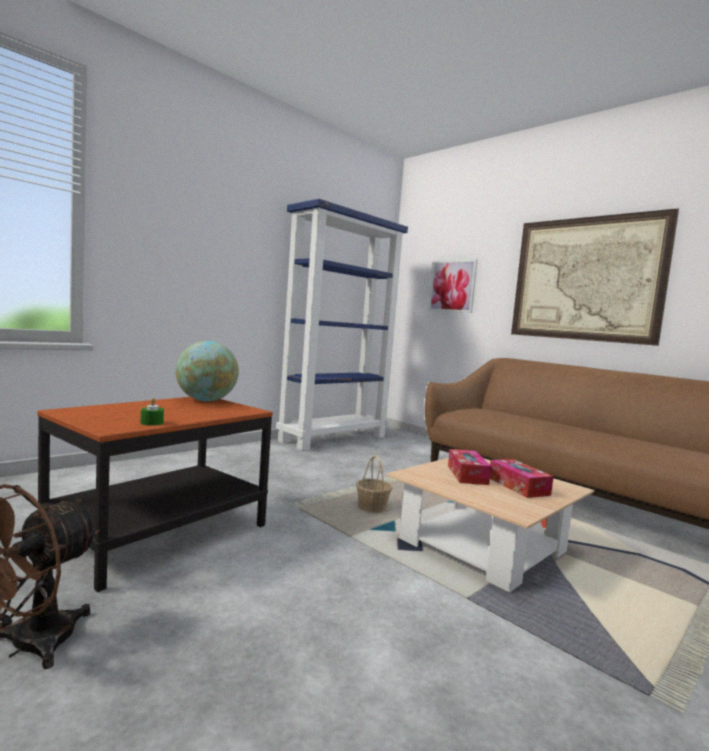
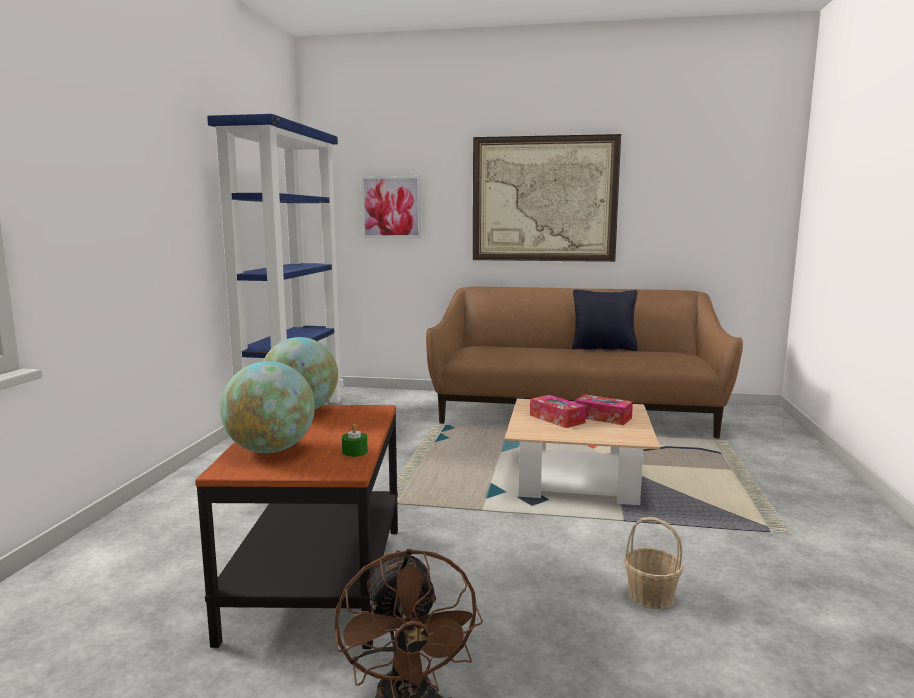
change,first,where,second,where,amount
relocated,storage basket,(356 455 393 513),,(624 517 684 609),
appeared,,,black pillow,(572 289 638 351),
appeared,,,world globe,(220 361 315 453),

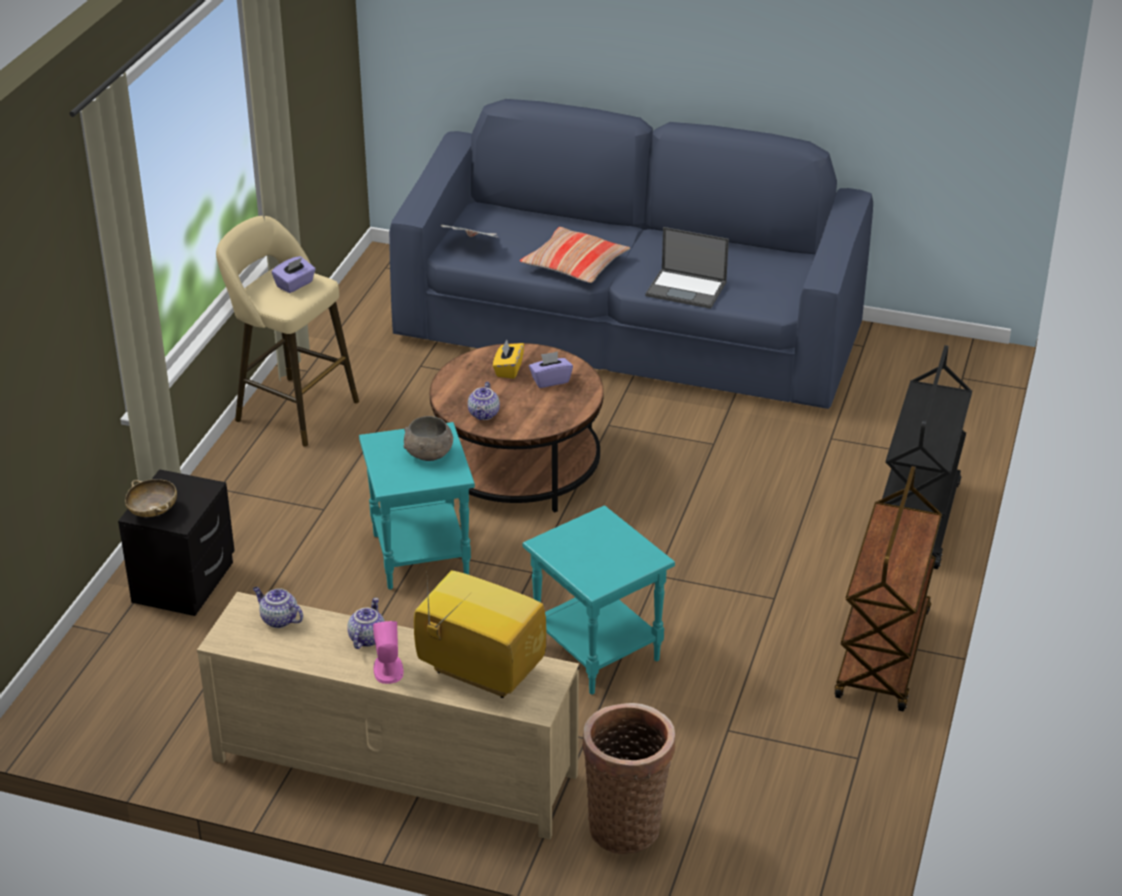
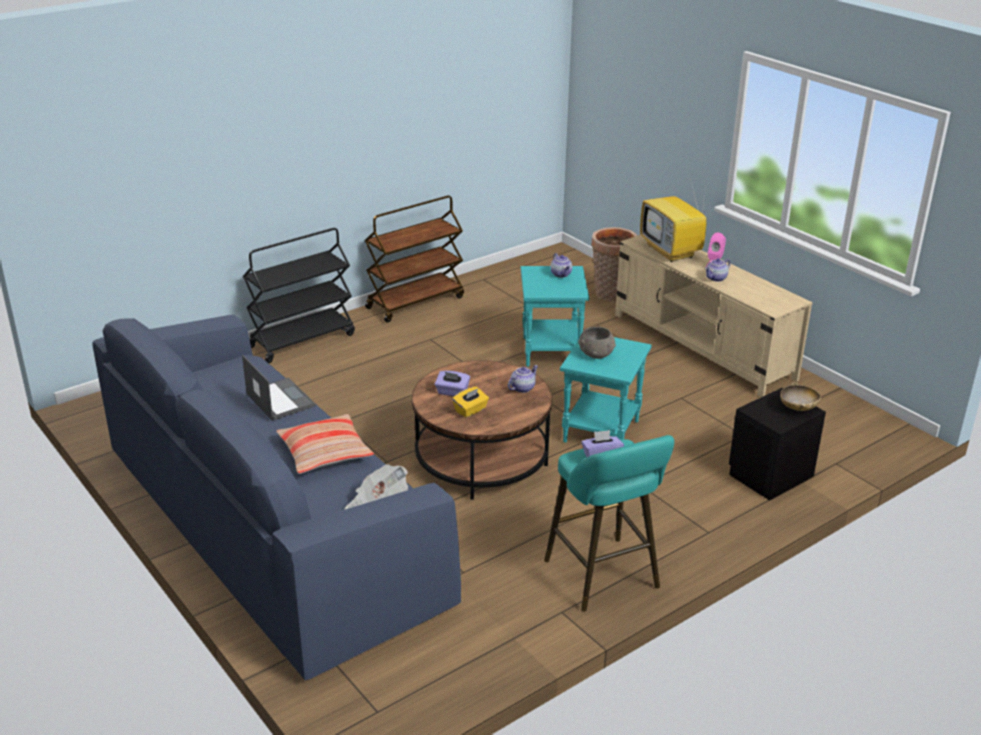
change,first,where,second,where,amount
colour,sand-coloured sitting stool,(216 216 359 447),turquoise sitting stool,(544 435 674 612),
relocated,teapot,(253 587 303 628),,(550 253 572 278),

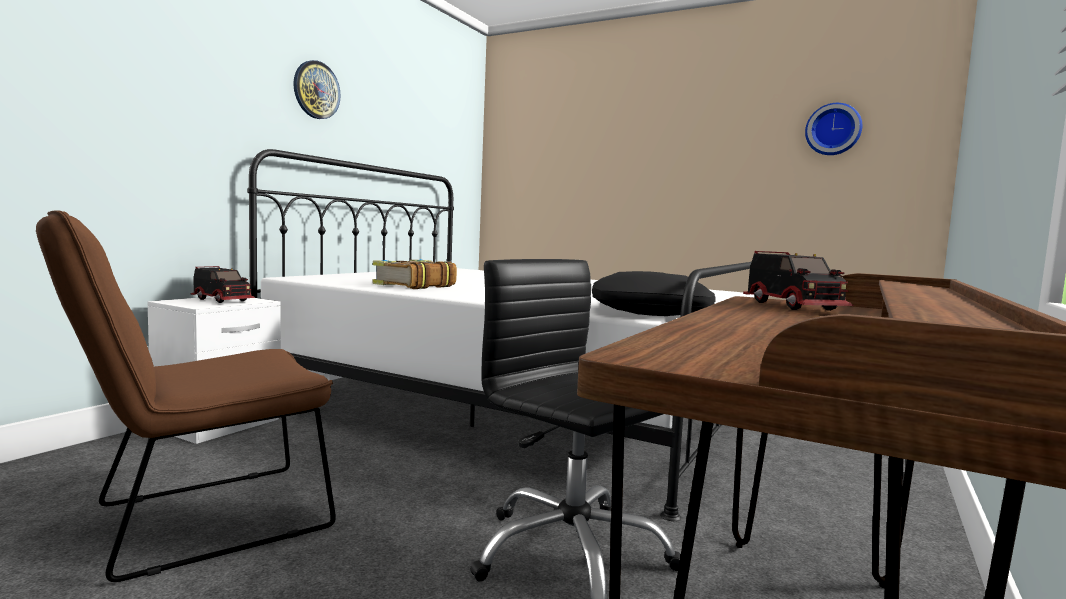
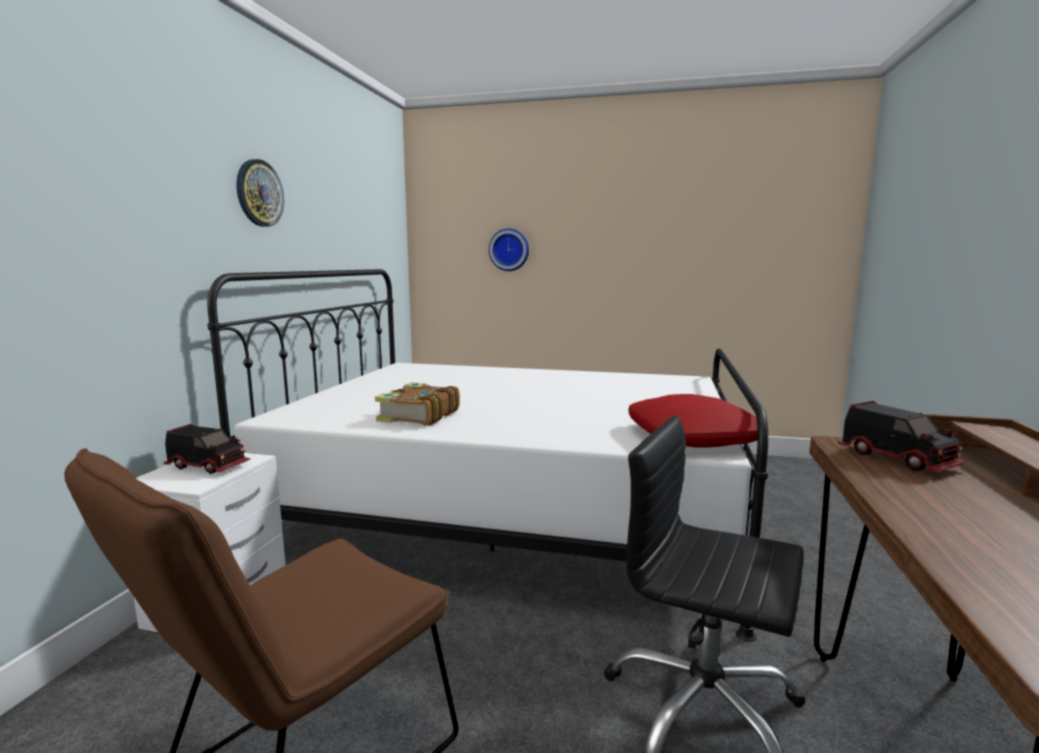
change,first,where,second,where,amount
relocated,clock on the wall,(805 103 862 155),,(489 228 529 271),
colour,black pillow,(592 271 716 316),red-coloured pillow,(628 394 758 448),

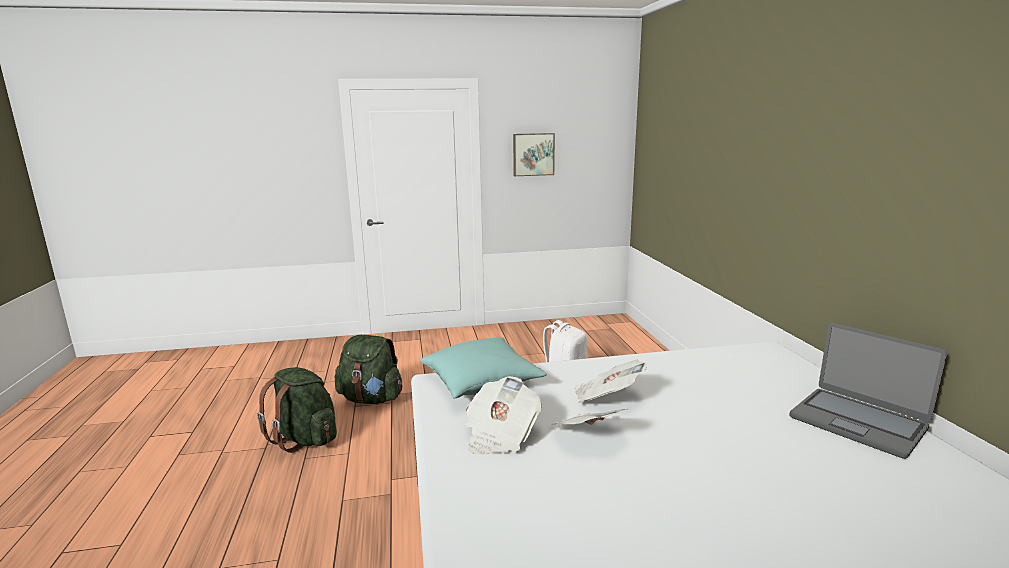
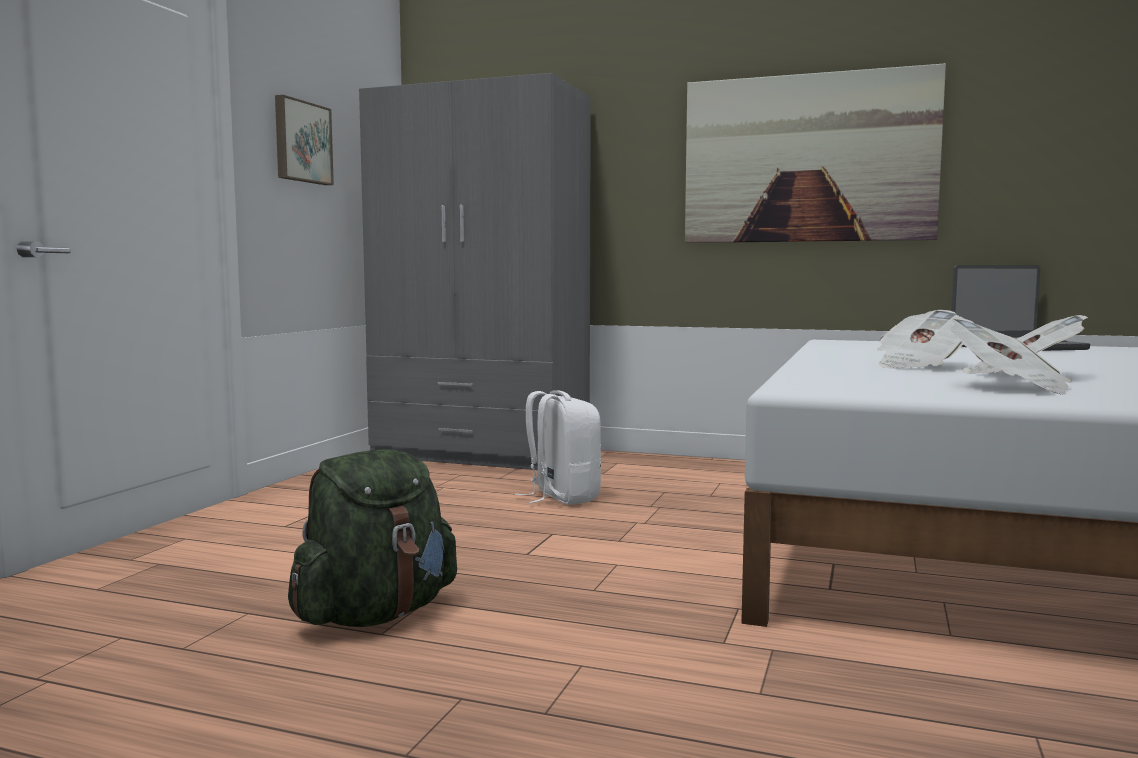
change,first,where,second,where,amount
missing,turquoise pillow,(419 337 547 399),,,
missing,green-coloured rucksack,(257 367 337 453),,,
appeared,,,wall art,(685 63 946 243),
appeared,,,grey wardrobe,(359 73 591 470),

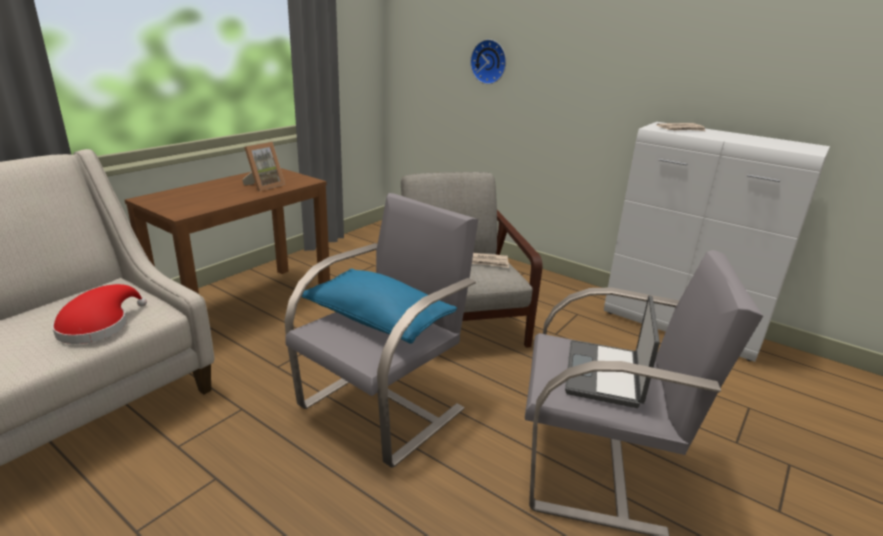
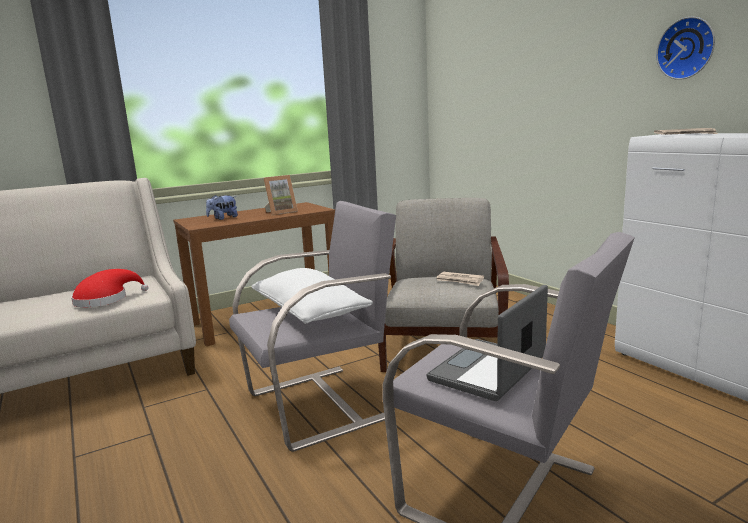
change,first,where,second,where,amount
relocated,clock on the wall,(470 39 506 84),,(656 17 715 80),
colour,blue-coloured pillow,(301 269 457 344),white-coloured pillow,(252 268 373 324),
appeared,,,cuddly toy,(206 195 238 220),

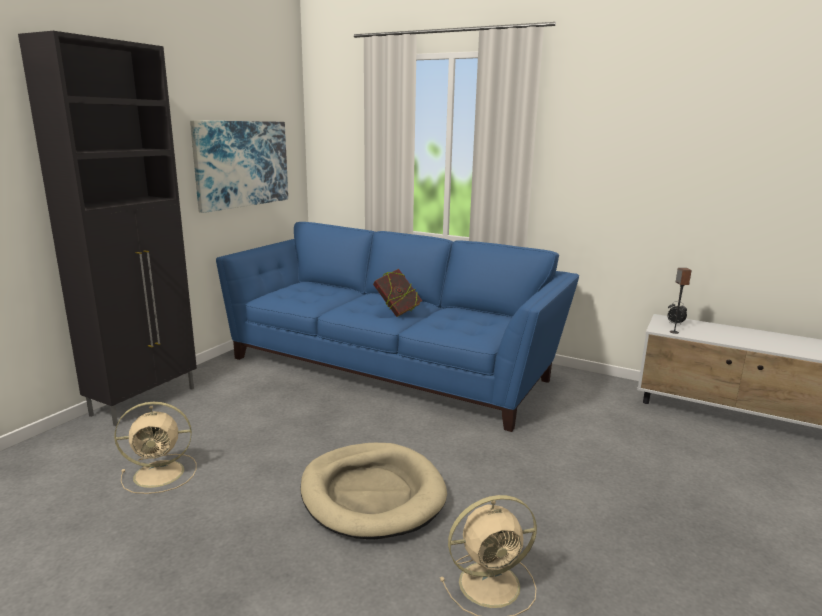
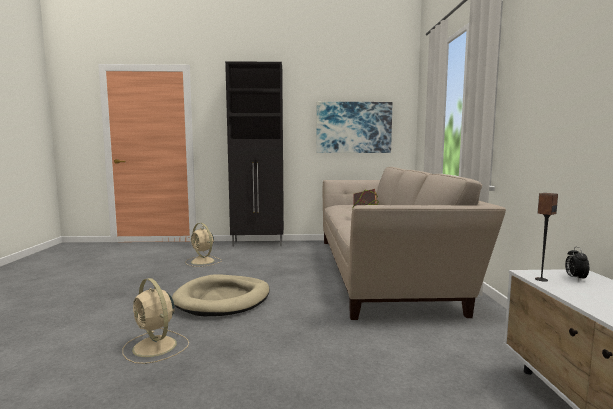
change,first,where,second,where,amount
colour,blue-coloured sofa,(216 222 579 432),sand-coloured sofa,(323 167 506 320),

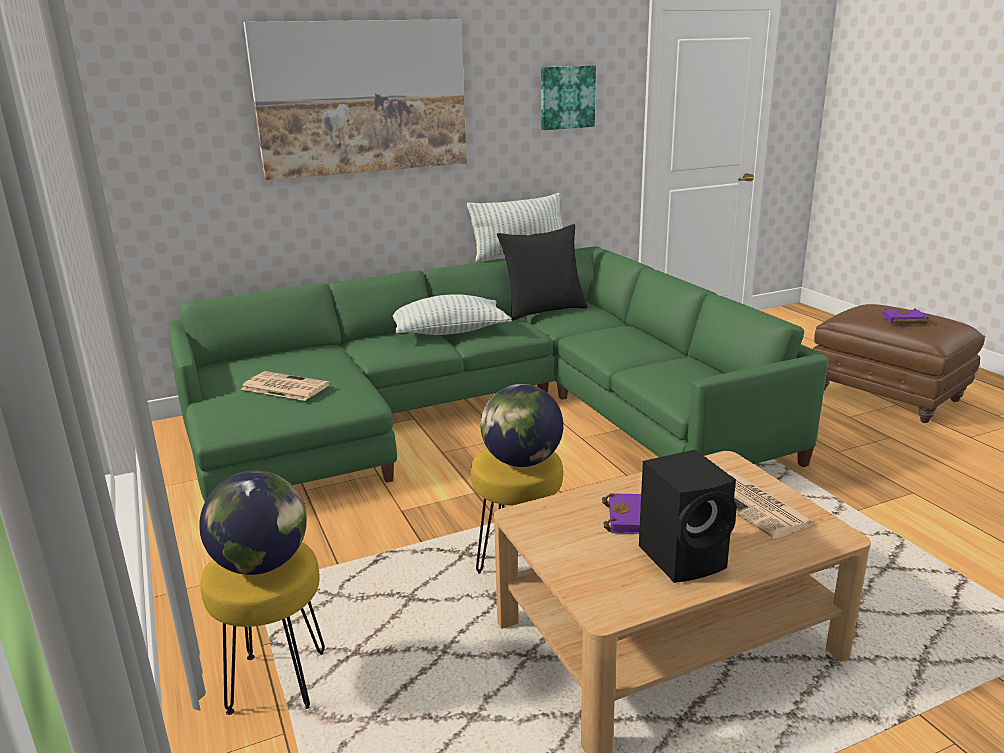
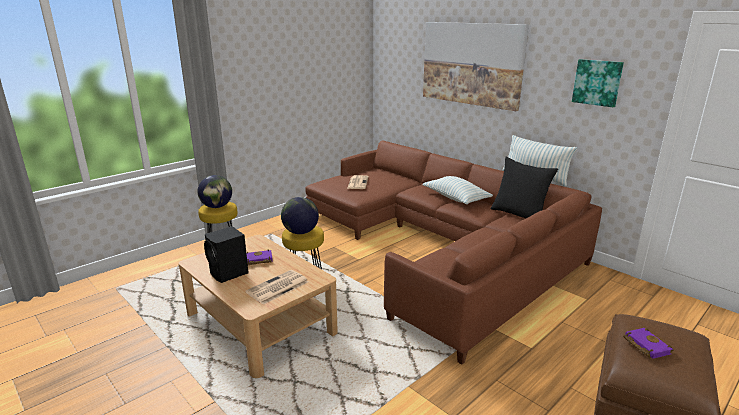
change,first,where,second,where,amount
colour,green-coloured sofa,(168 246 829 501),brownish sofa,(305 141 602 365),

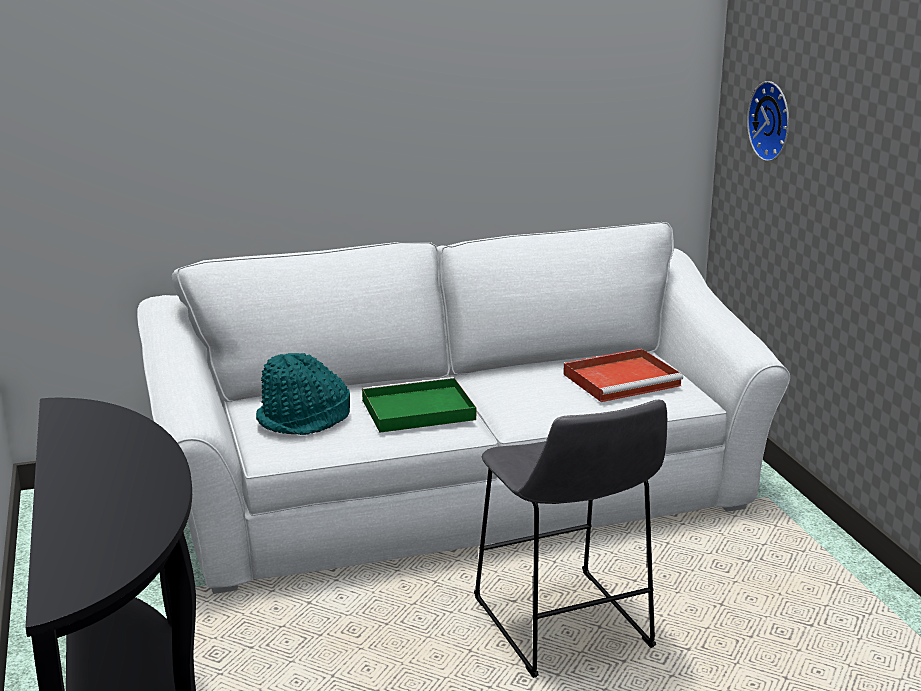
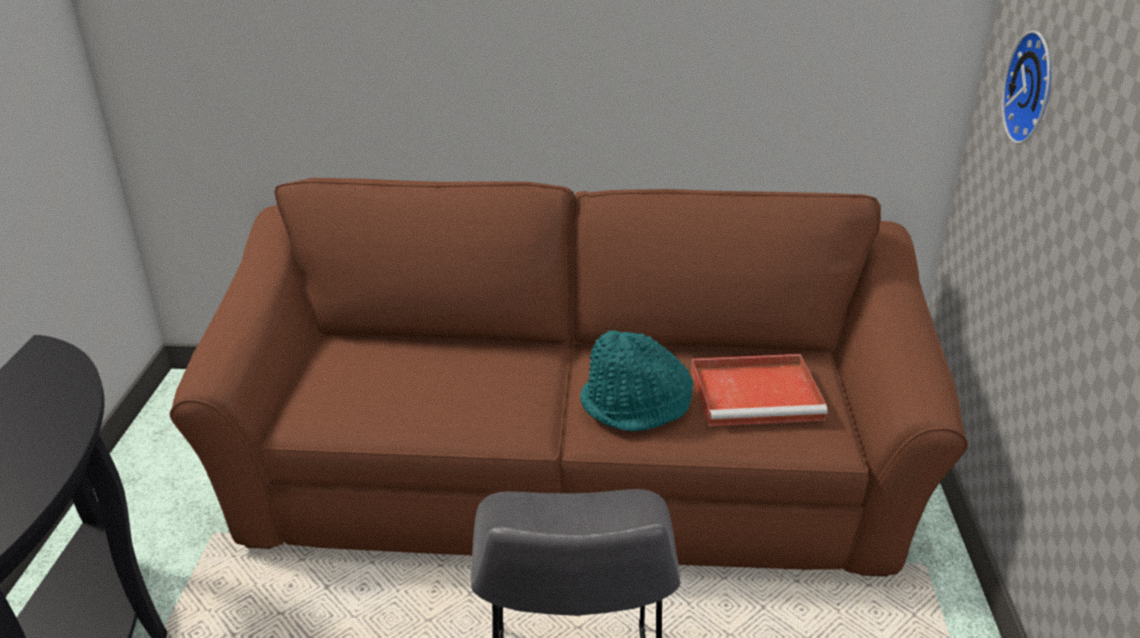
change,first,where,second,where,amount
colour,white-coloured sofa,(137 222 790 594),brownish sofa,(170 178 968 577),
relocated,turquoise wearable hat,(256 353 350 435),,(580 331 693 431),
missing,green-coloured tray,(362 377 476 433),,,

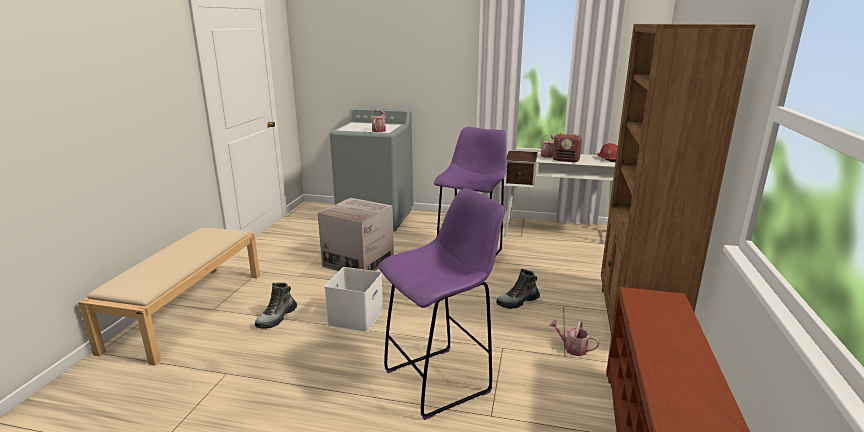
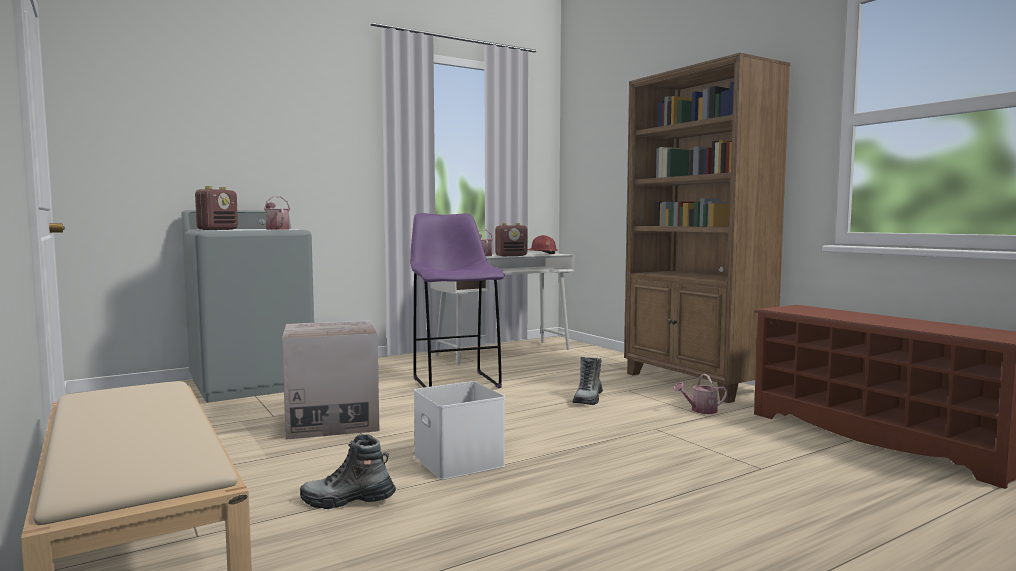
change,first,where,second,where,amount
missing,purplish sitting stool,(378 188 505 420),,,
spun,high-top boot,(255 282 297 329),,(300 434 396 509),105 degrees clockwise
appeared,,,radio,(195 186 238 230),

